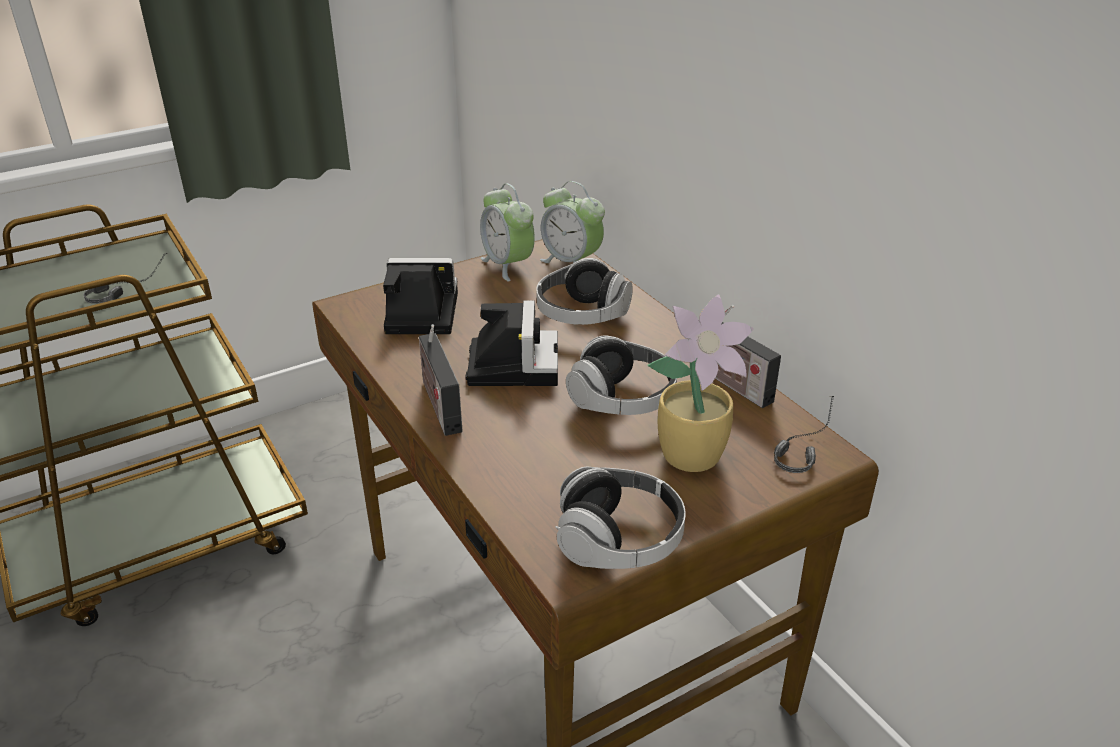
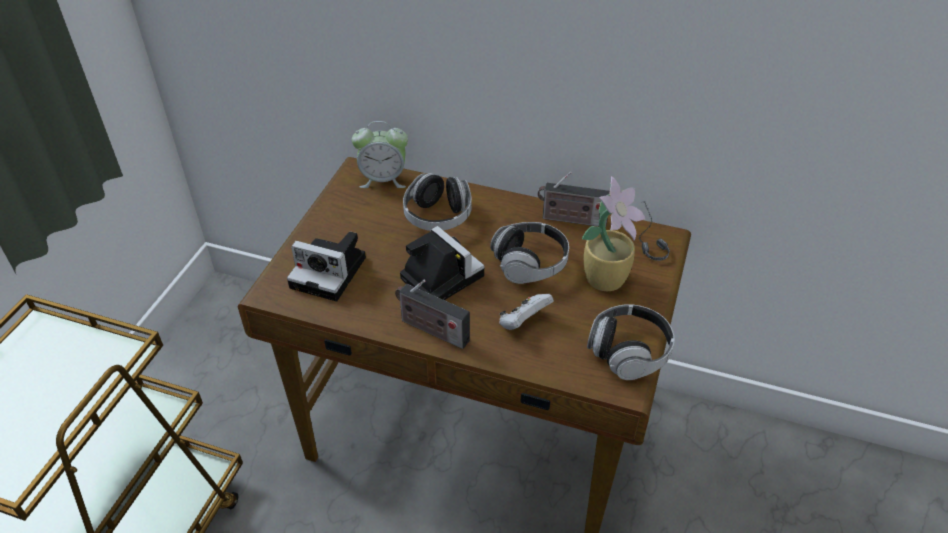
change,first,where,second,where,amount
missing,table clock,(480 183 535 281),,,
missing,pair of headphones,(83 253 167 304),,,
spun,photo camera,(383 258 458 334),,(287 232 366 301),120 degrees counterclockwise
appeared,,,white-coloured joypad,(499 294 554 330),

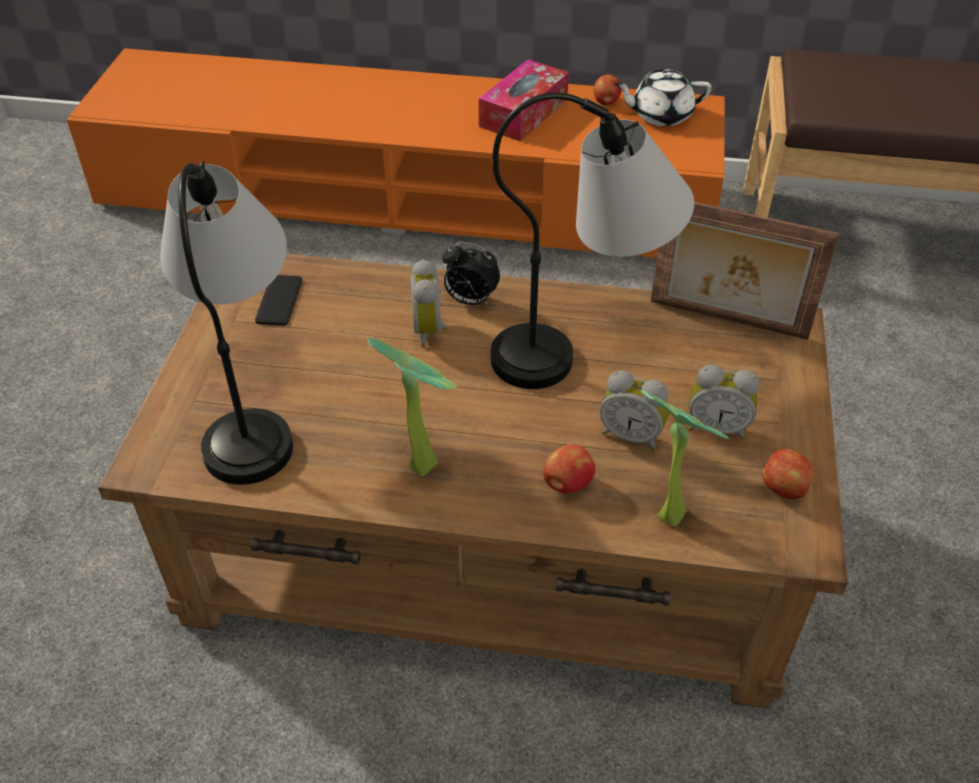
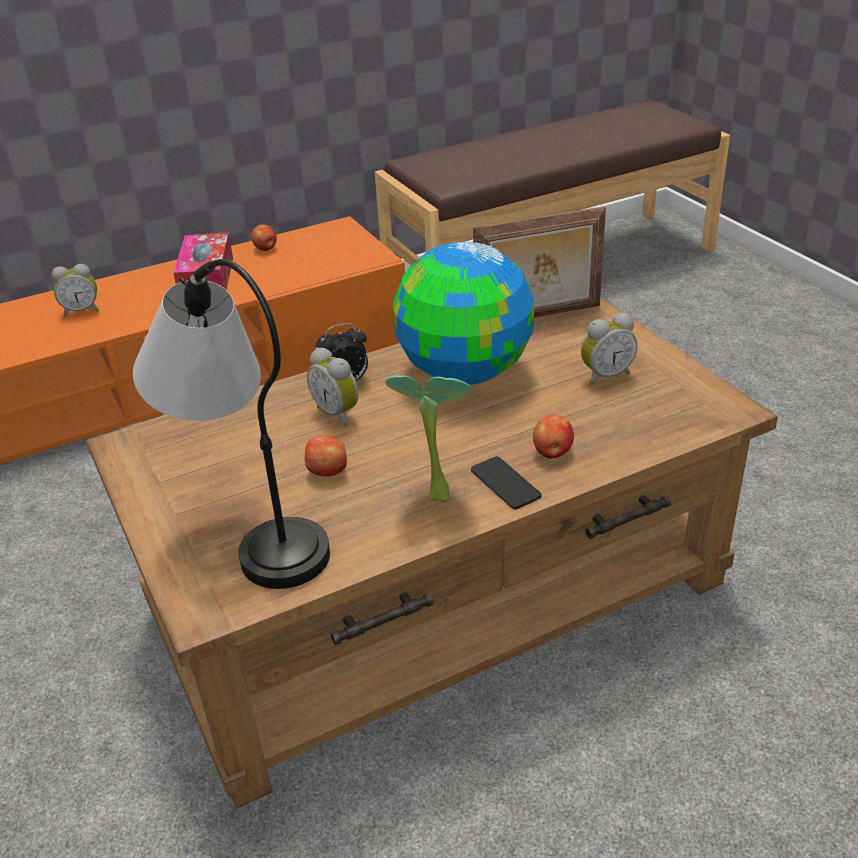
change,first,where,second,where,amount
missing,white-coloured teapot,(614 69 712 126),,,
exchanged,tabletop lamp,(491 93 694 389),world globe,(393 242 534 385),
relocated,handset,(255 275 302 325),,(471 456 542 509),
relocated,table clock,(599 370 669 451),,(52 264 99 316),
missing,plant in a pot,(641 390 730 526),,,
relocated,apple fruit,(762 449 814 499),,(305 435 347 476),

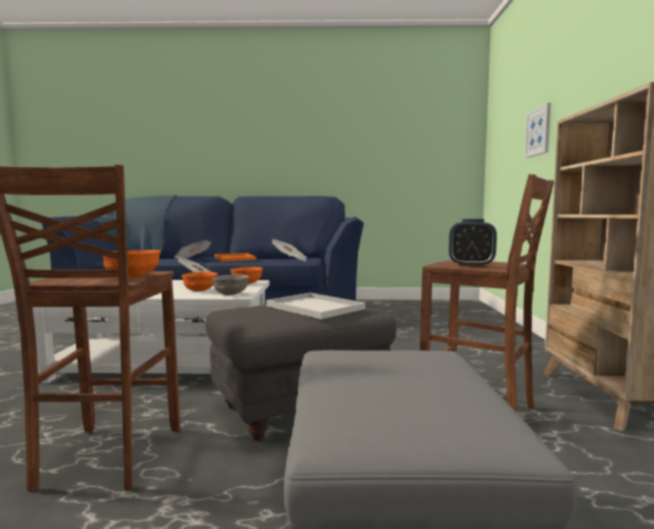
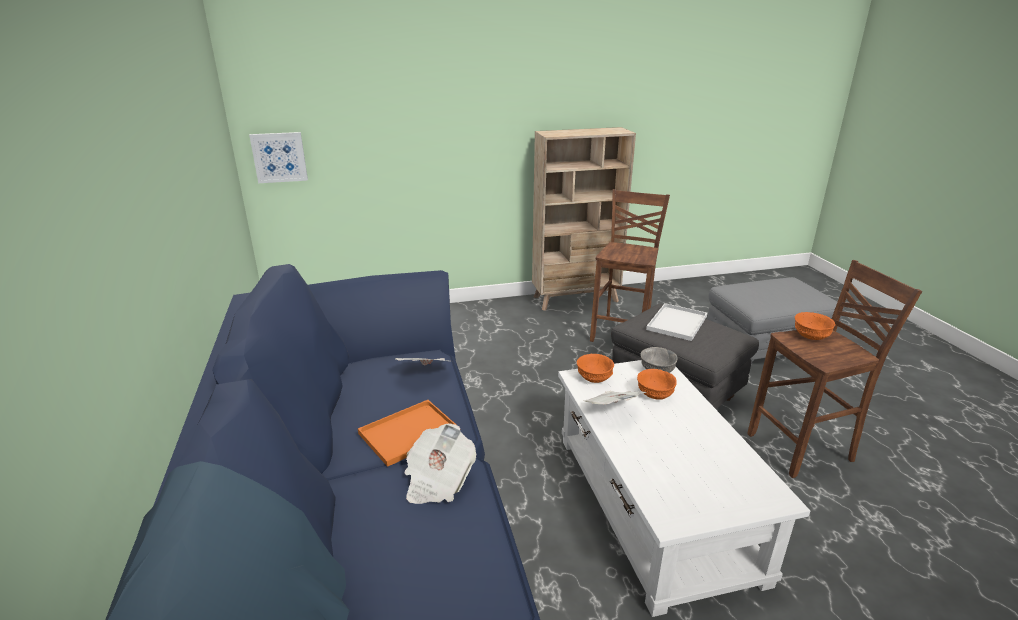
change,first,where,second,where,amount
relocated,wall art,(525 103 551 158),,(249 132 308 183),
missing,table clock,(449 219 497 267),,,

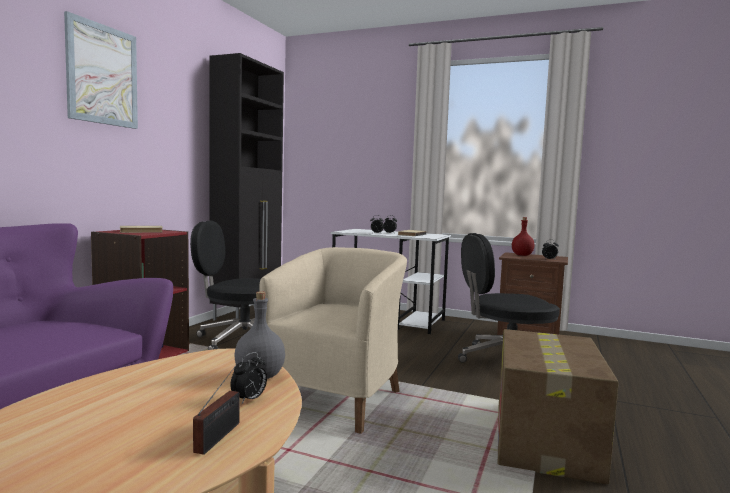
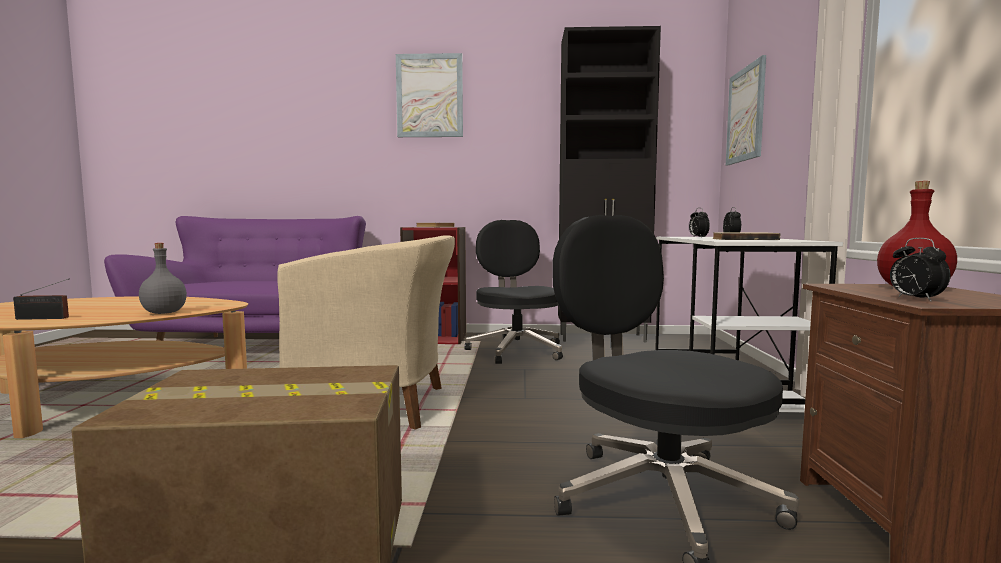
change,first,where,second,where,amount
missing,table clock,(230 352 267 404),,,
appeared,,,wall art,(726 55 766 165),

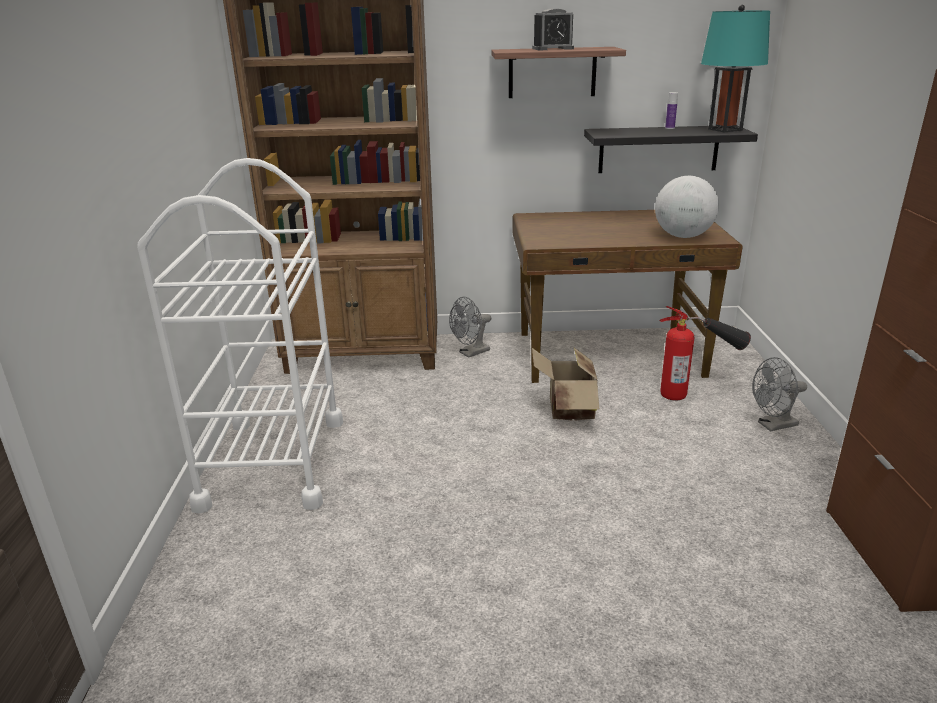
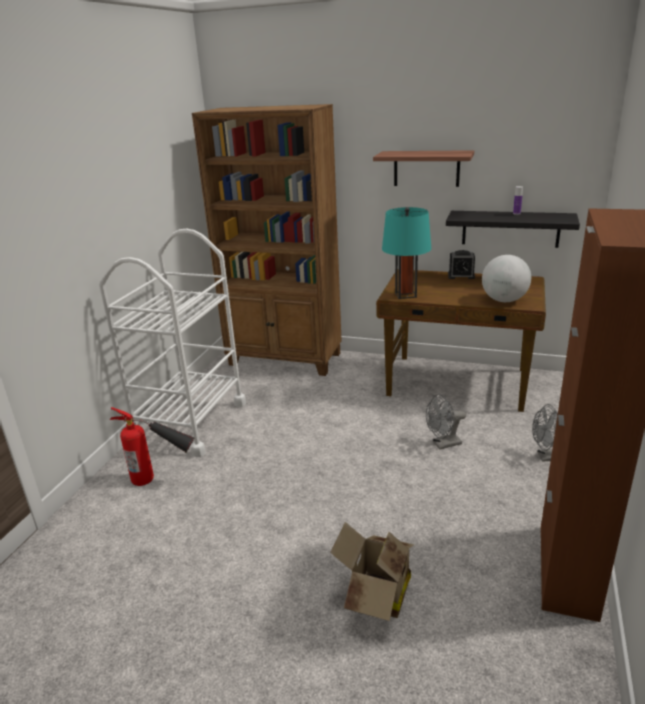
change,first,where,second,where,amount
relocated,turquoise tabletop lamp,(701 5 770 133),,(382 207 432 299),
relocated,table clock,(532 9 574 50),,(448 250 475 279),
relocated,grey cooling fan,(449 297 491 358),,(426 394 466 449),
relocated,fire-fighting cylinder,(659 306 751 400),,(110 407 195 486),
relocated,cardboard box,(532 348 600 421),,(330 522 414 621),

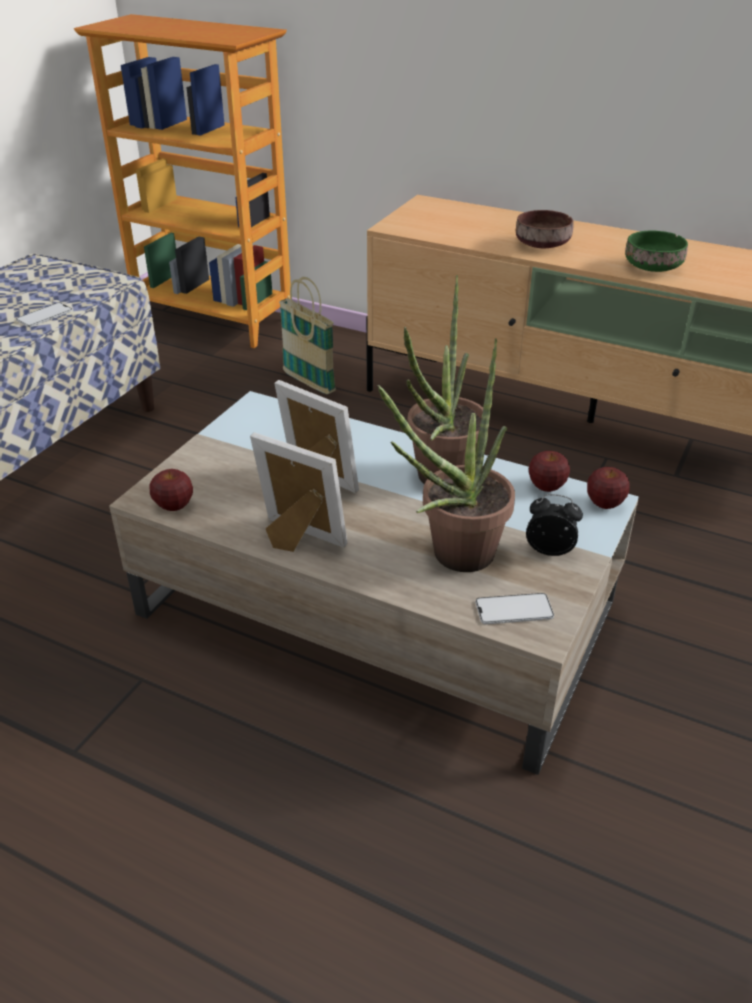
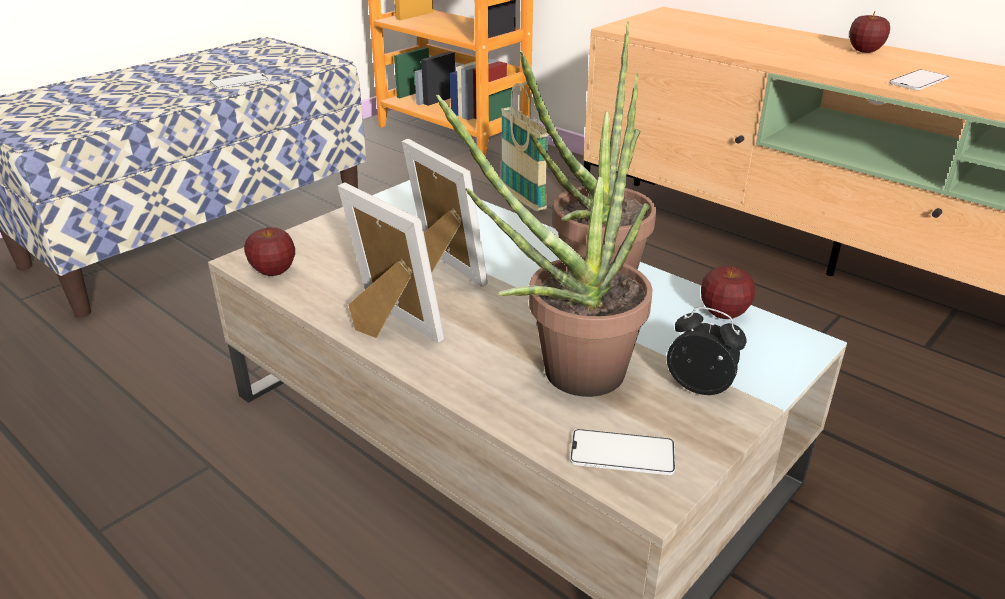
change,first,where,second,where,amount
missing,brownish serving bowl,(516 210 573 248),,,
exchanged,green-coloured serving bowl,(625 230 688 272),handset,(889 69 949 90),
relocated,apple fruit,(587 467 630 509),,(849 11 890 53),

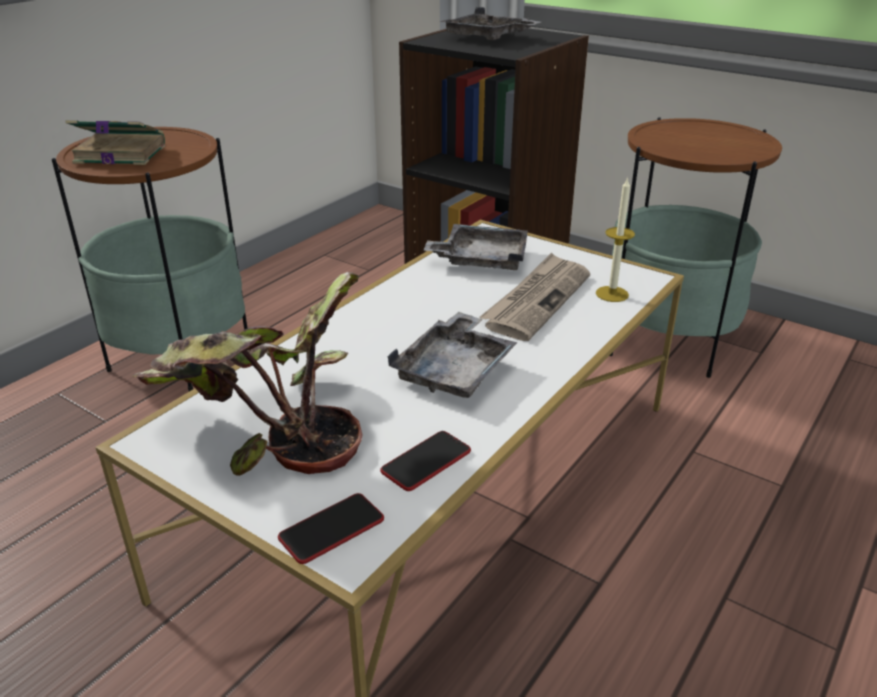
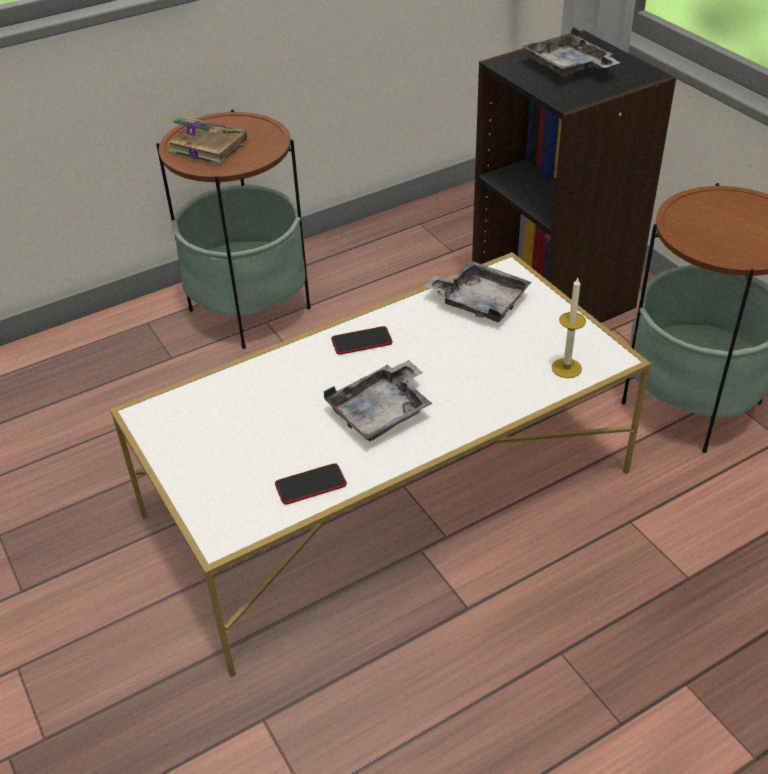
change,first,where,second,where,amount
missing,daily paper,(480 252 591 341),,,
missing,plant in a pot,(132 272 363 476),,,
relocated,handset,(278 493 384 564),,(331 326 393 355),

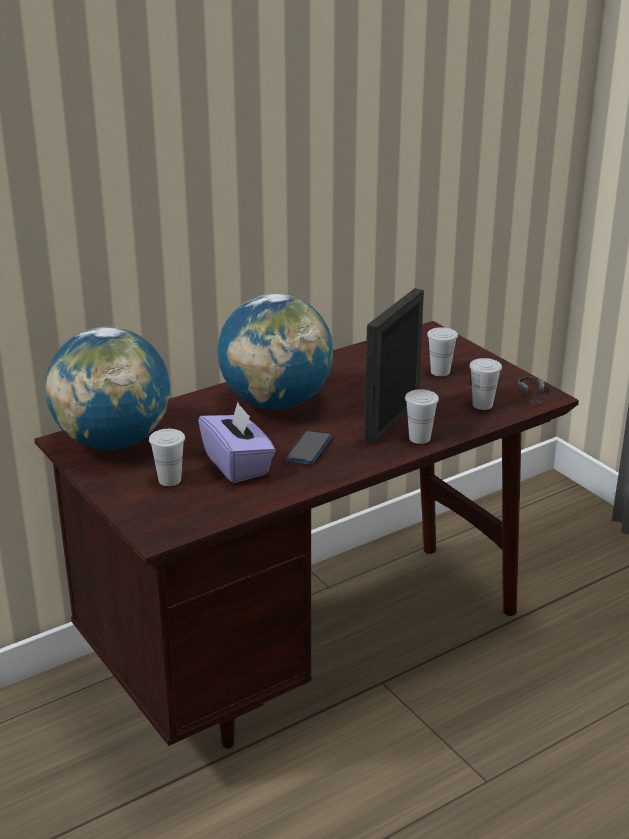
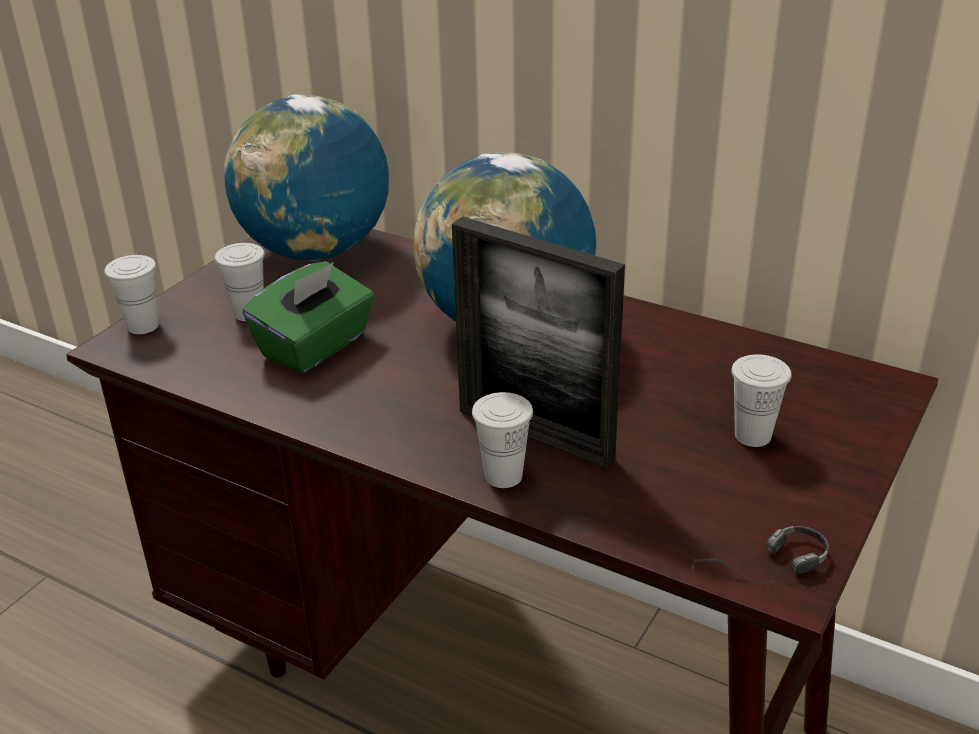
change,first,where,second,where,amount
spun,photo frame,(364 288 424 445),,(452 217 625 469),150 degrees counterclockwise
relocated,white-coloured small cup,(470 358 502 410),,(104 255 159 334),
colour,purplish tissue holder,(198 402 275 483),green-coloured tissue holder,(243 261 374 373),
missing,handset,(285 430 332 464),,,

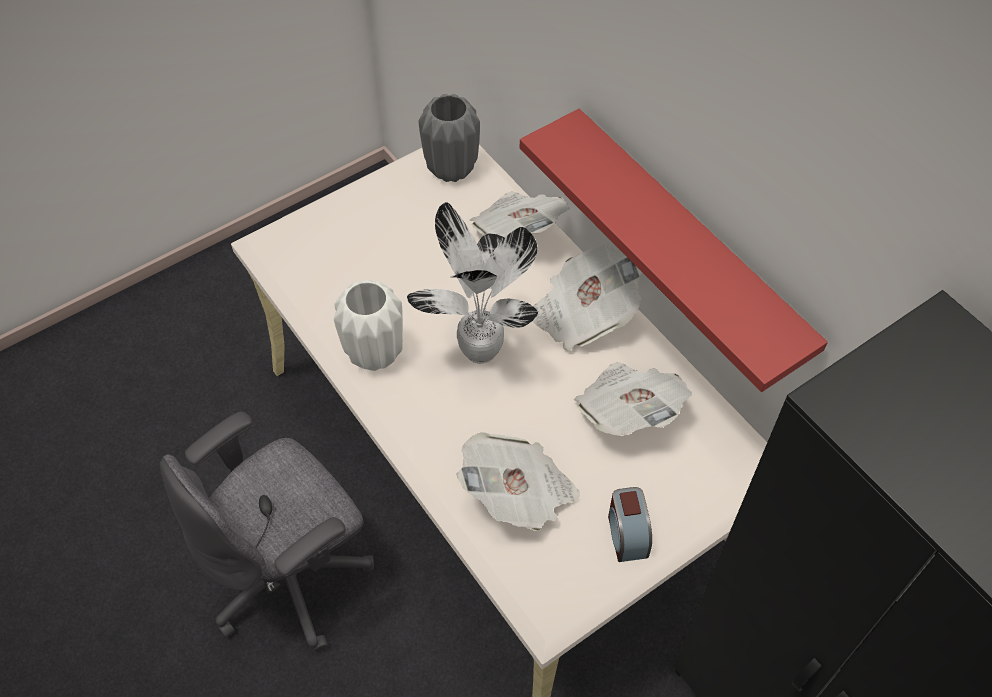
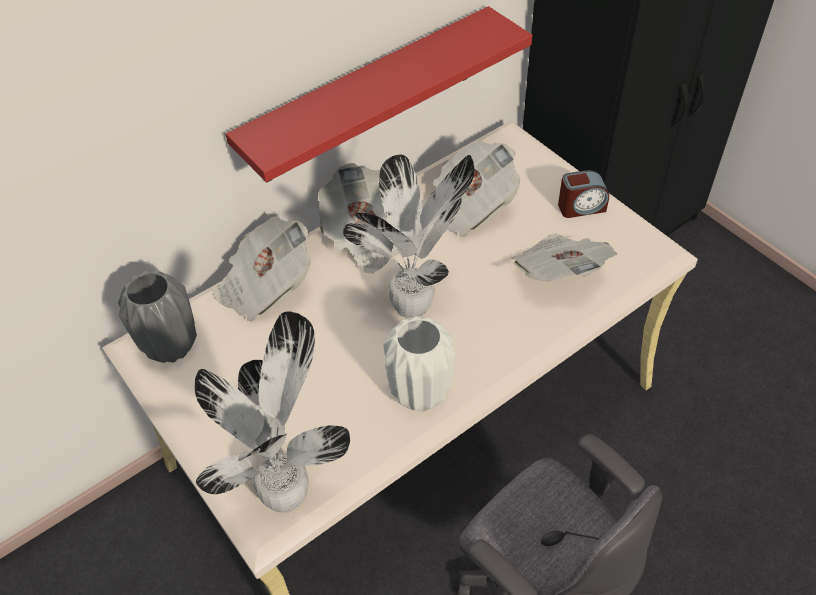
change,first,where,second,where,amount
appeared,,,plant in a pot,(195 311 350 513),

